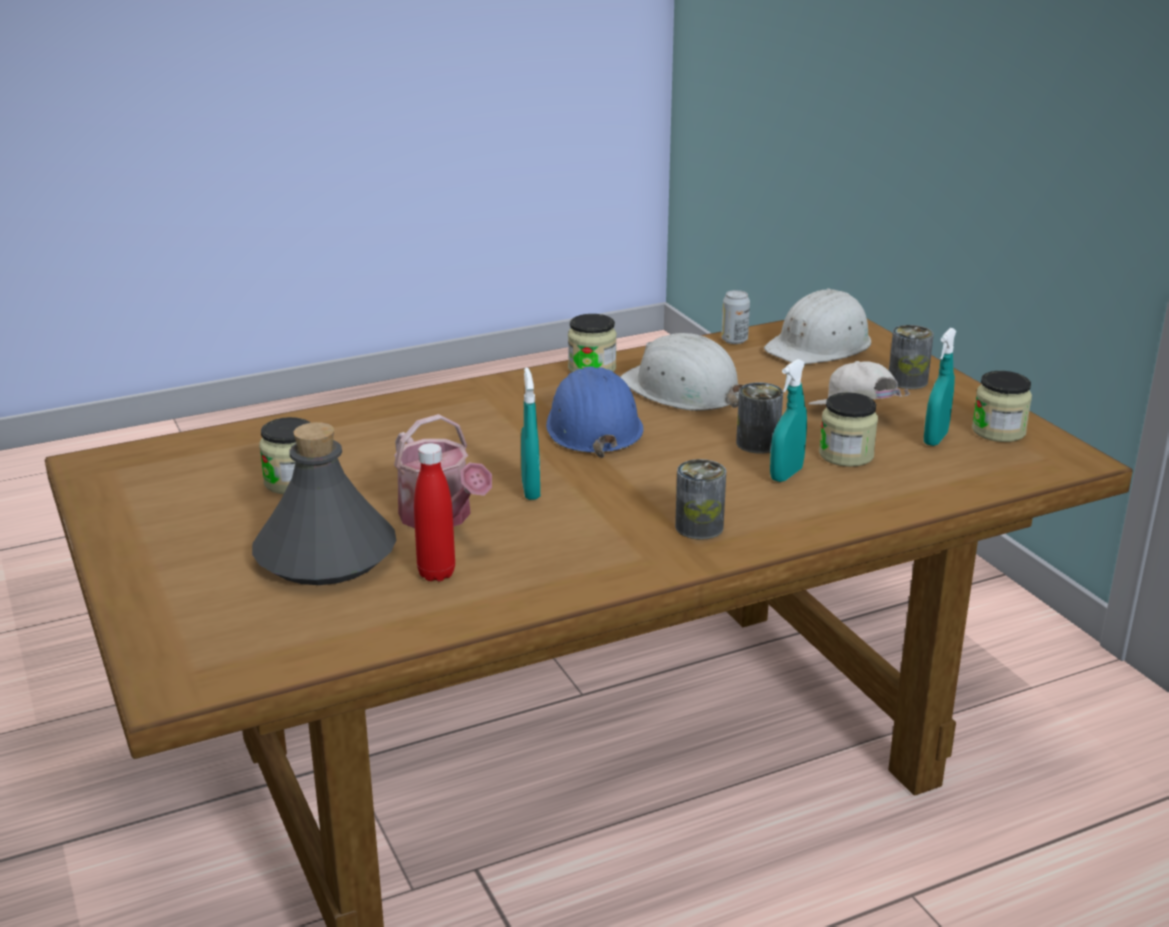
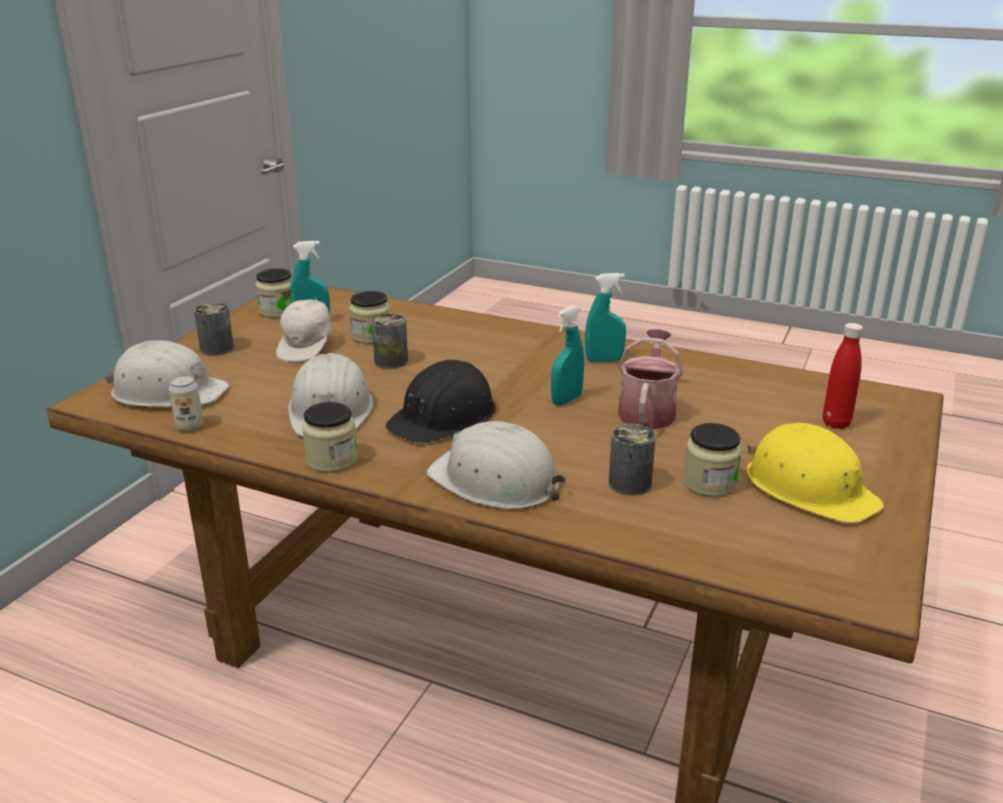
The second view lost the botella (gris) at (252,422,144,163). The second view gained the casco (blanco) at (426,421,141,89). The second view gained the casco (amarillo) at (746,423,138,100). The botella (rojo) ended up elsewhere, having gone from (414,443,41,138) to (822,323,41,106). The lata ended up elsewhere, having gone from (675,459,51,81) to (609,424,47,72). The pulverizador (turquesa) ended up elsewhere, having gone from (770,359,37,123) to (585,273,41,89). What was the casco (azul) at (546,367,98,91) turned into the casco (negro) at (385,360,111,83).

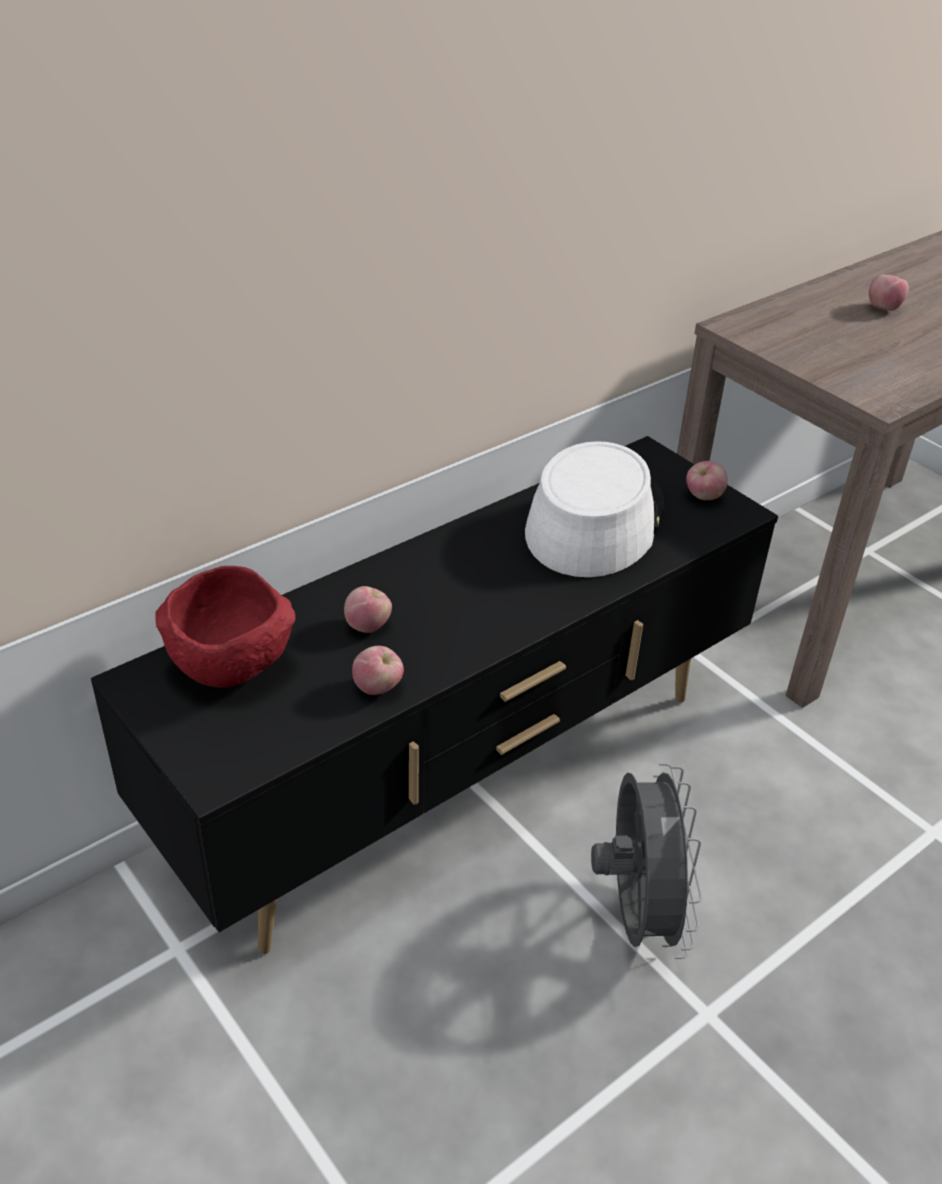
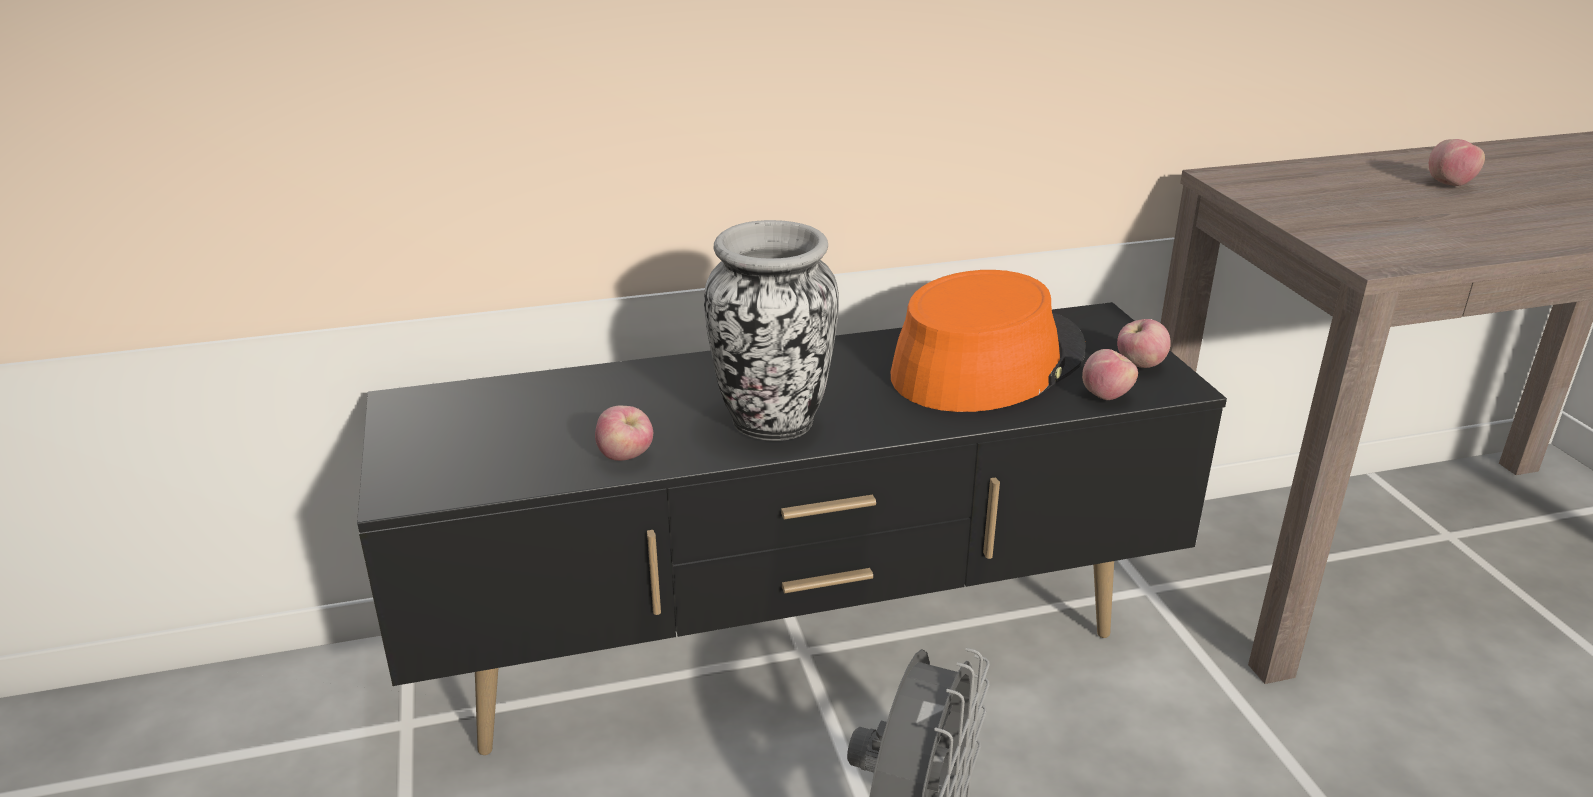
The second view lost the cuenco (rojo) at (155,566,141,122). The second view gained the florero at (704,220,135,221). The manzana ended up elsewhere, having gone from (344,586,48,47) to (1082,349,56,51). What was the sombrero (blanco) at (525,441,139,136) turned into the sombrero (naranja) at (891,270,195,142).

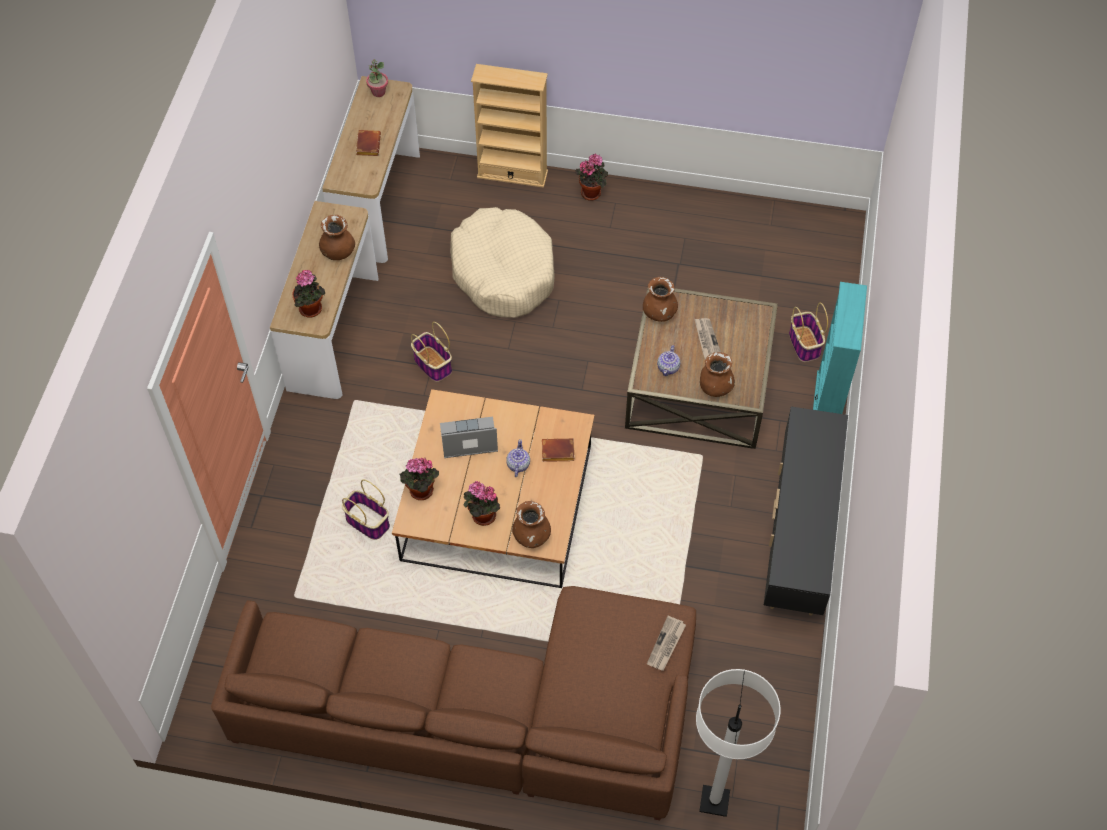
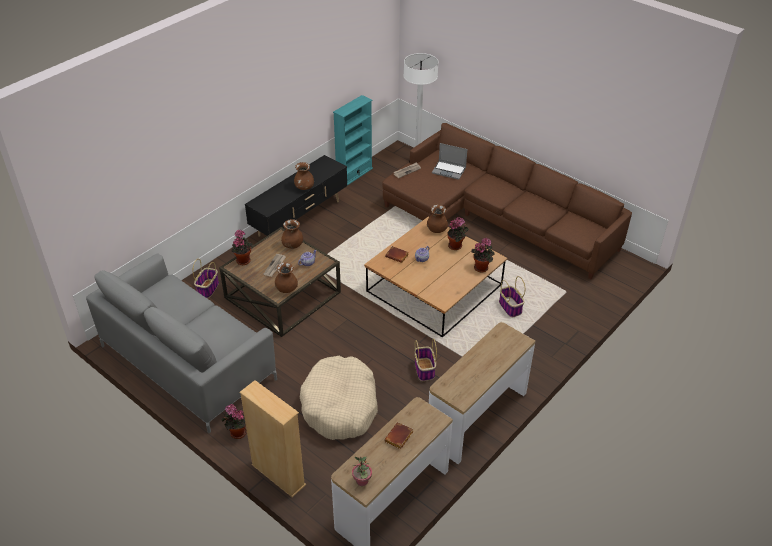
The second view gained the sofá (gris) at (86,253,191,180). The planta en maceta ended up elsewhere, having gone from (292,270,33,48) to (231,230,22,35). The florero (marrón) ended up elsewhere, having gone from (319,215,36,45) to (294,162,20,28). The portátil ended up elsewhere, having gone from (440,417,58,41) to (432,143,35,37). The estantería (turquesa) ended up elsewhere, having gone from (813,282,54,132) to (333,95,40,90).

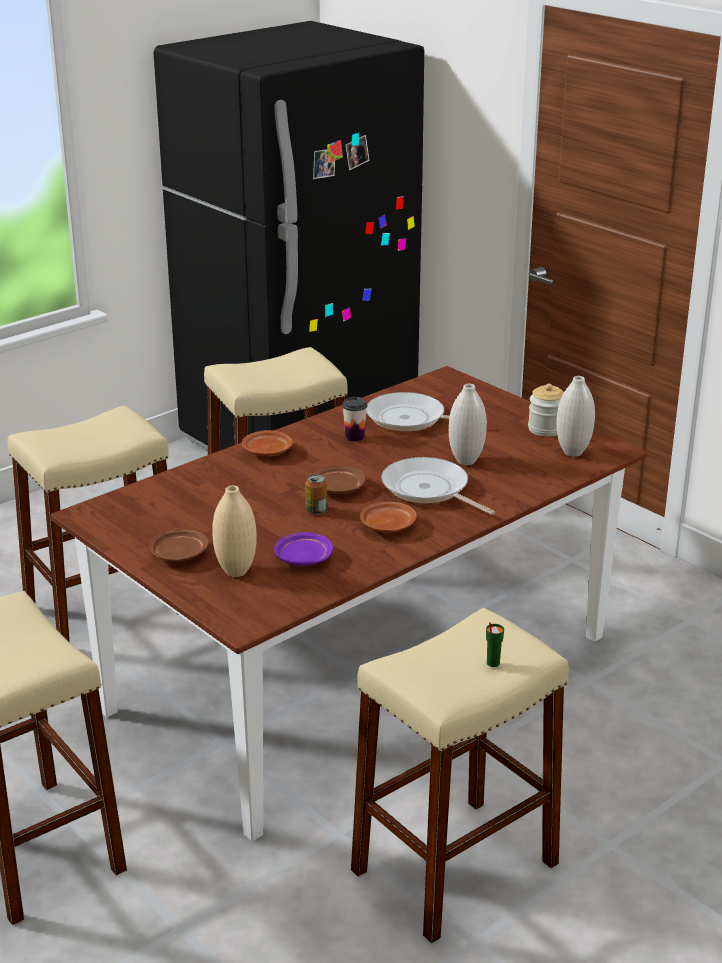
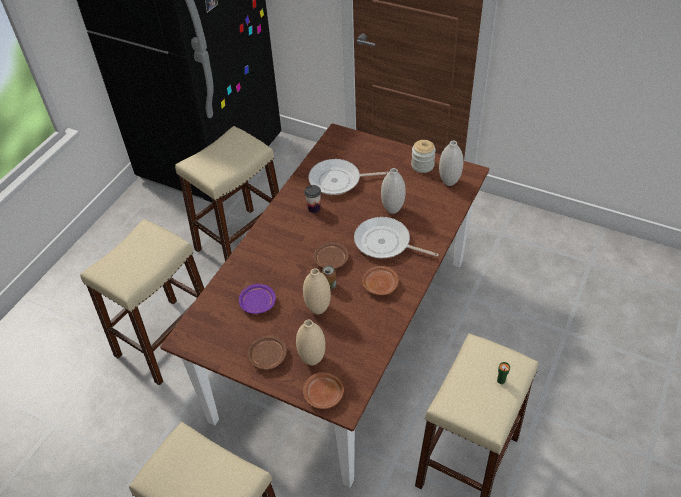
The second view gained the florero (beis) at (303,268,28,46). The plato (marrón) ended up elsewhere, having gone from (242,430,51,27) to (303,372,41,37). The plato (morado) ended up elsewhere, having gone from (274,532,59,34) to (239,284,37,30).

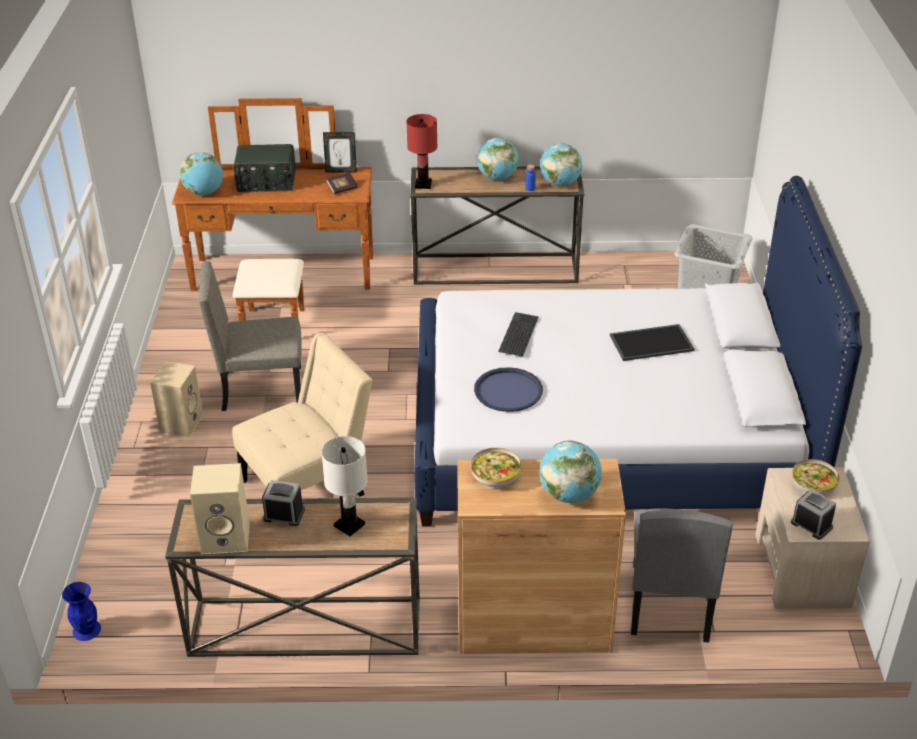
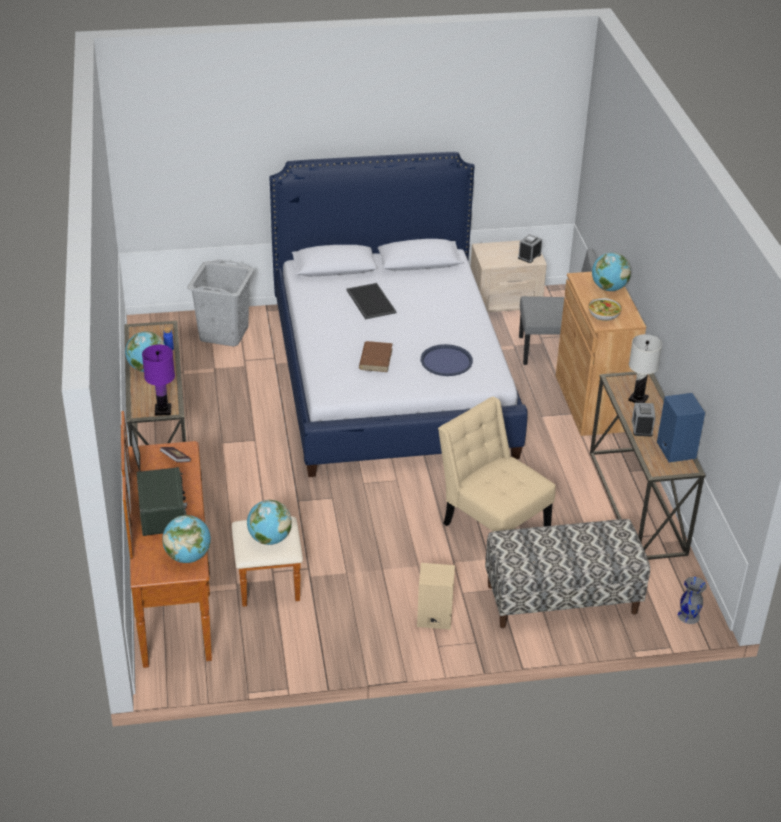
The second view lost the silla (beis) at (199,261,103,150). The second view lost the cuenco at (792,459,47,36). The second view gained the banco at (485,519,165,109). The globo terráqueo ended up elsewhere, having gone from (540,143,42,43) to (247,500,45,45). Where the teclado stood at (498,312,40,45), the libro (marrón) came to stand at (359,341,34,31). What was the florero (azul) at (62,582,39,59) turned into the florero (gris) at (678,577,29,47). What was the altavoz (beis) at (190,463,60,91) turned into the altavoz (azul) at (657,393,48,69). What was the lámpara de mesa (rojo) at (406,114,32,75) turned into the lámpara de mesa (morado) at (142,345,33,71).

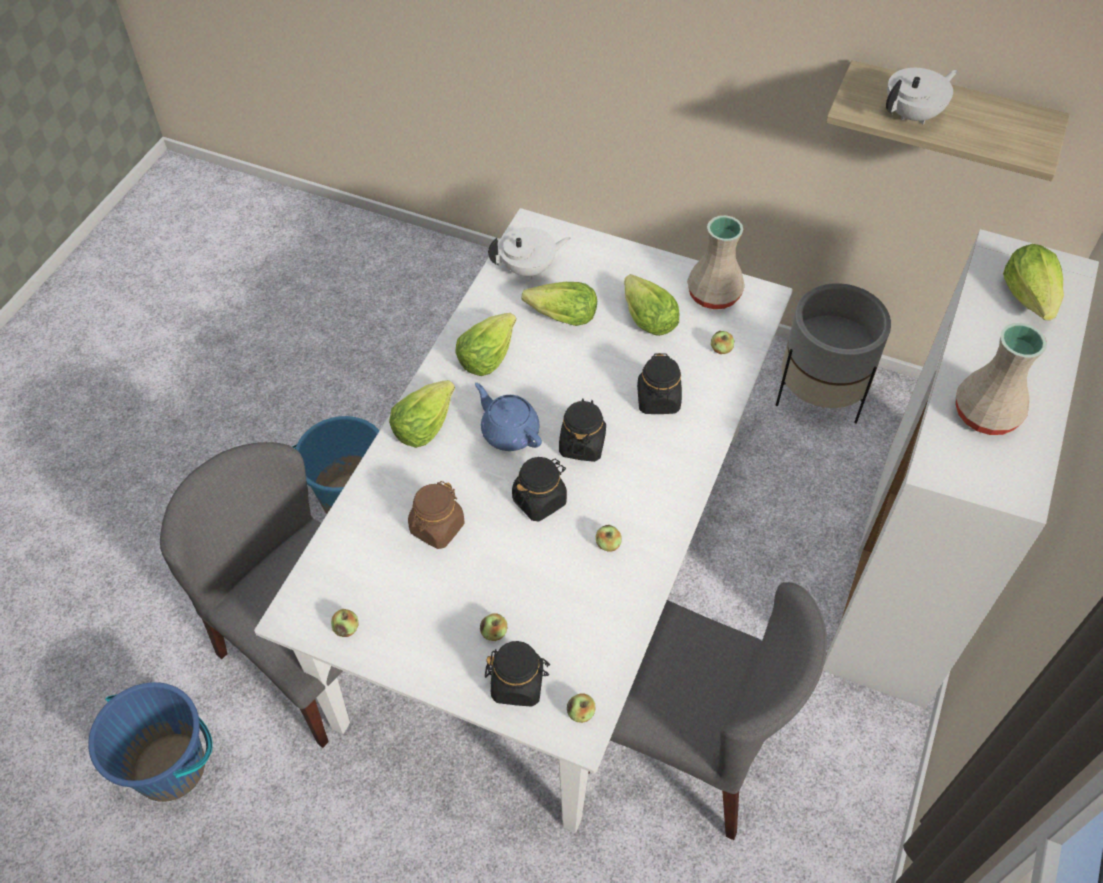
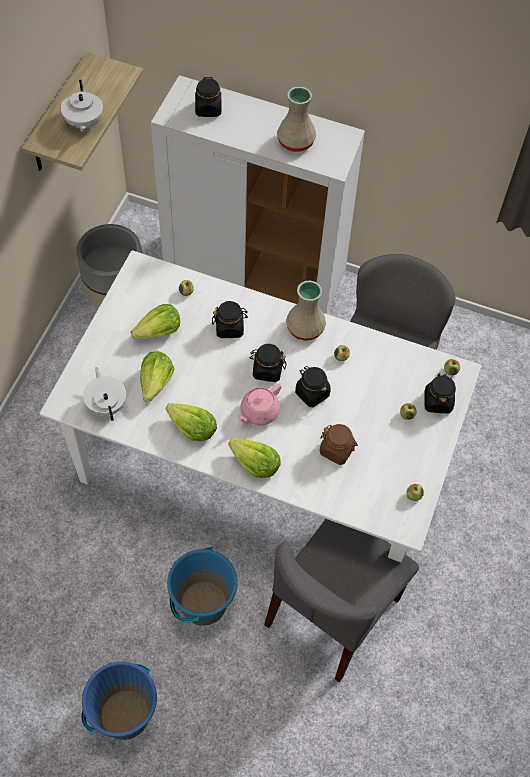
The cubo (azul) ended up elsewhere, having gone from (88,682,125,120) to (81,661,76,79). The florero (beis) ended up elsewhere, having gone from (687,215,58,94) to (286,281,40,60). Where the lechuga stood at (1003,244,61,76), the tarro (negro) came to stand at (195,77,27,40). What was the tetera (azul) at (475,383,67,68) turned into the tetera (rosa) at (236,384,46,42). The tetera (blanco) at (886,68,72,56) ended up facing another way, 150 degrees counterclockwise from before.

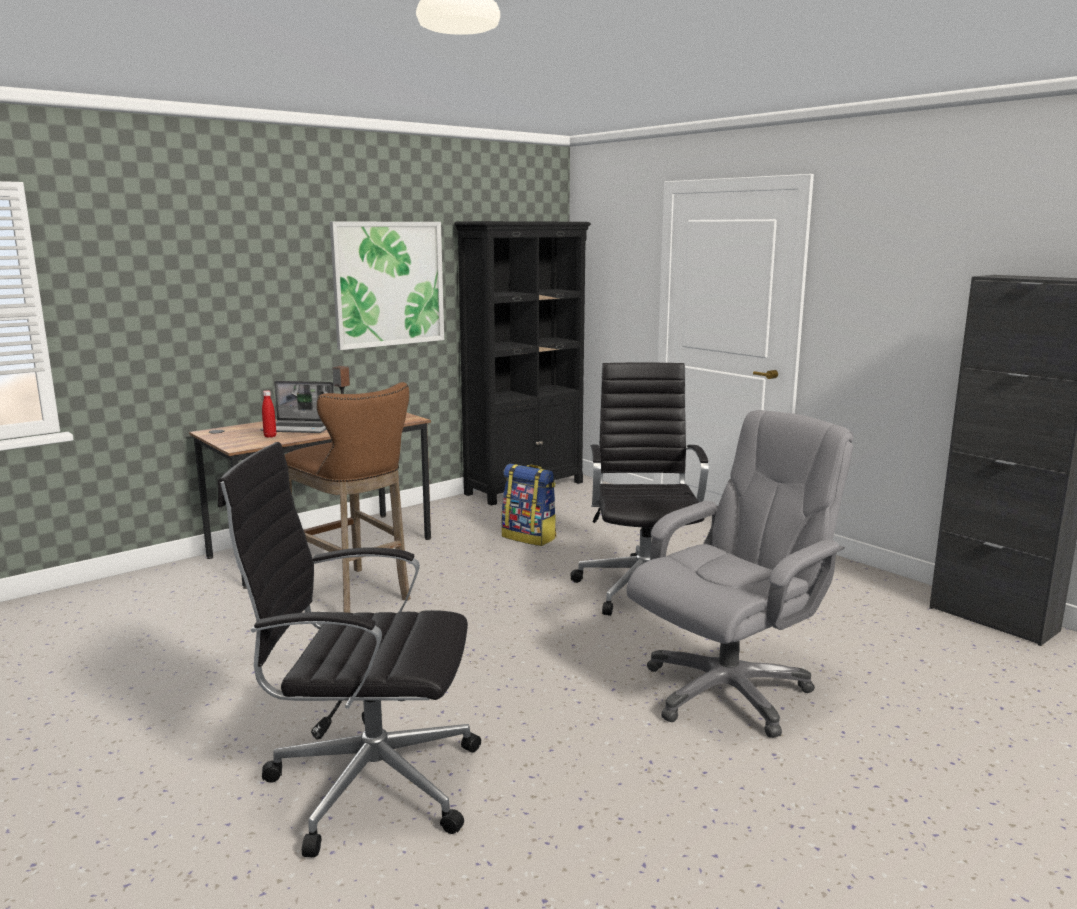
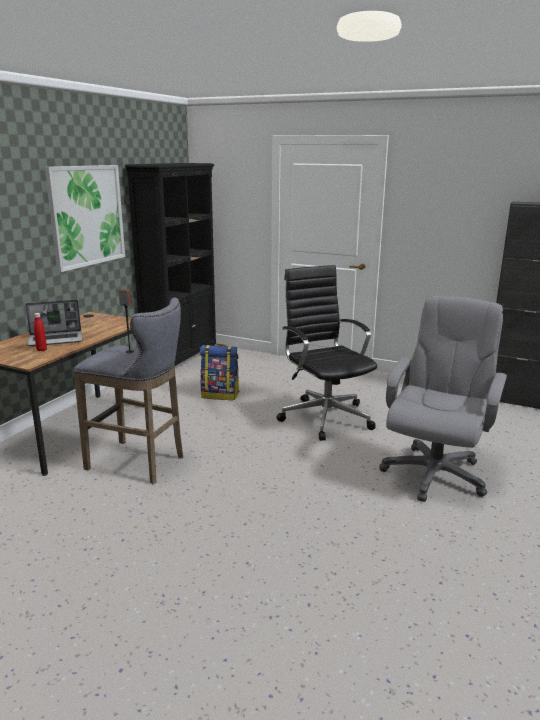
The second view lost the silla de oficina (negro) at (218,442,263,415). What was the taburete (marrón) at (285,382,125,231) turned into the taburete (gris) at (74,297,109,187).

